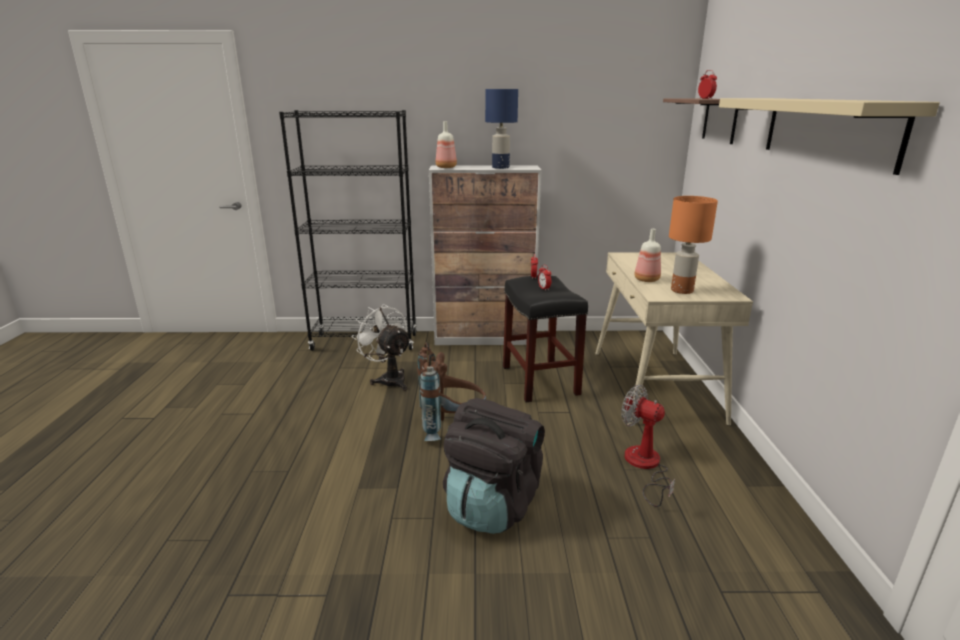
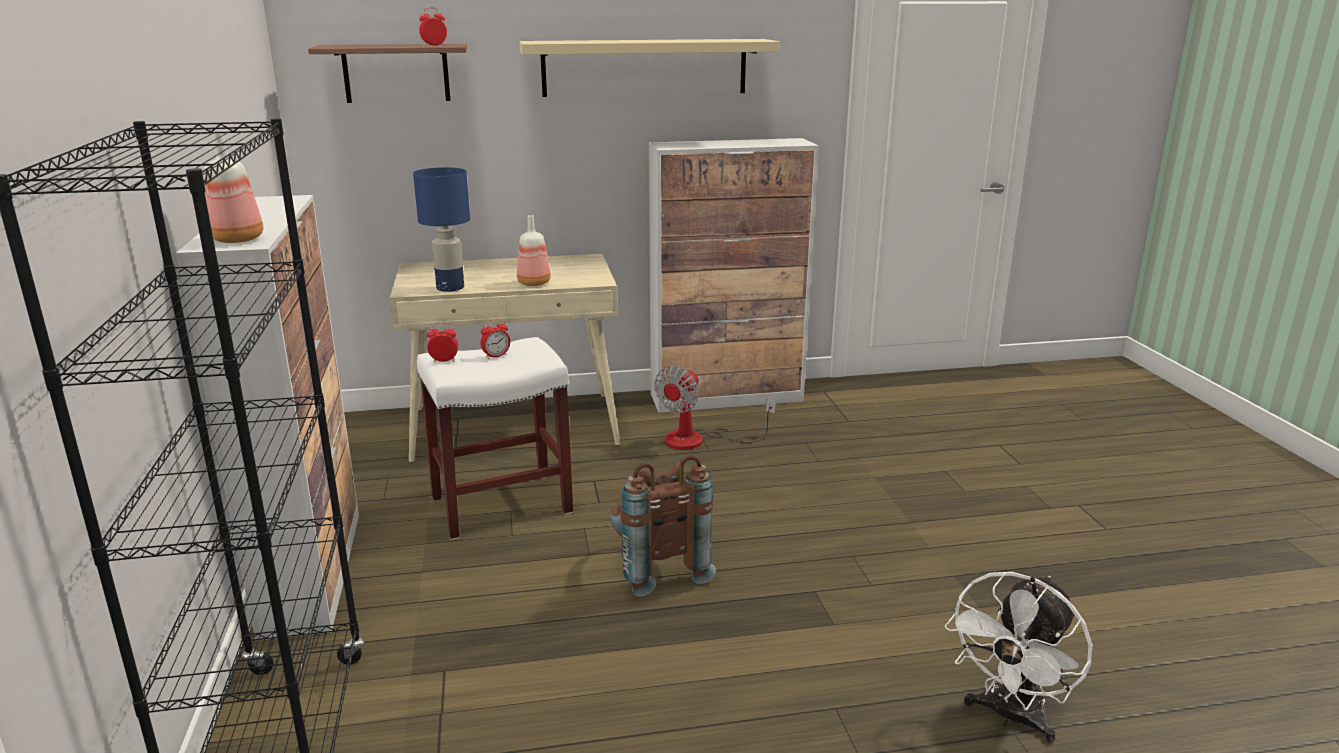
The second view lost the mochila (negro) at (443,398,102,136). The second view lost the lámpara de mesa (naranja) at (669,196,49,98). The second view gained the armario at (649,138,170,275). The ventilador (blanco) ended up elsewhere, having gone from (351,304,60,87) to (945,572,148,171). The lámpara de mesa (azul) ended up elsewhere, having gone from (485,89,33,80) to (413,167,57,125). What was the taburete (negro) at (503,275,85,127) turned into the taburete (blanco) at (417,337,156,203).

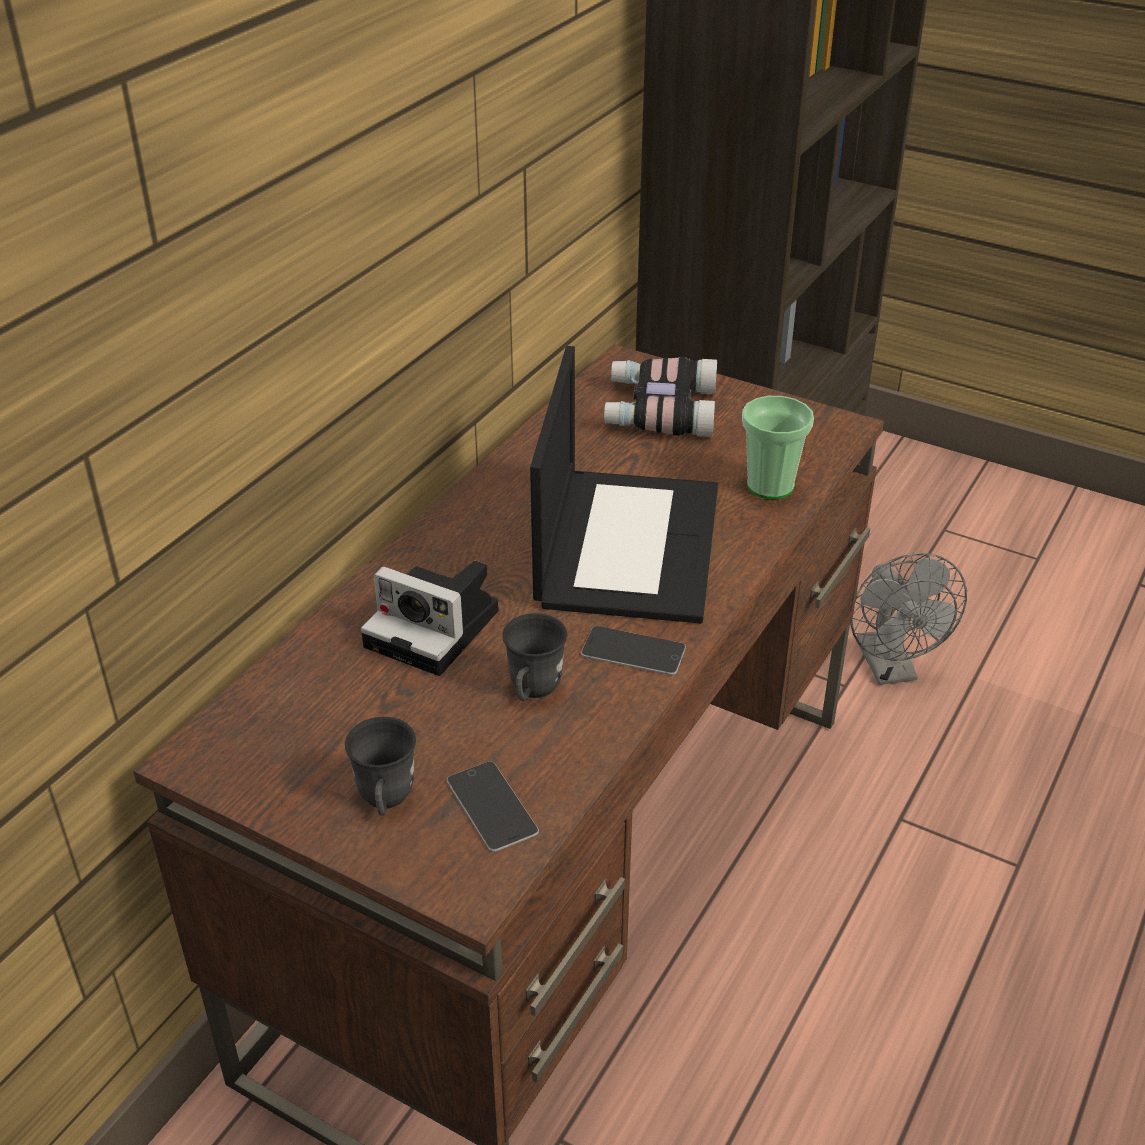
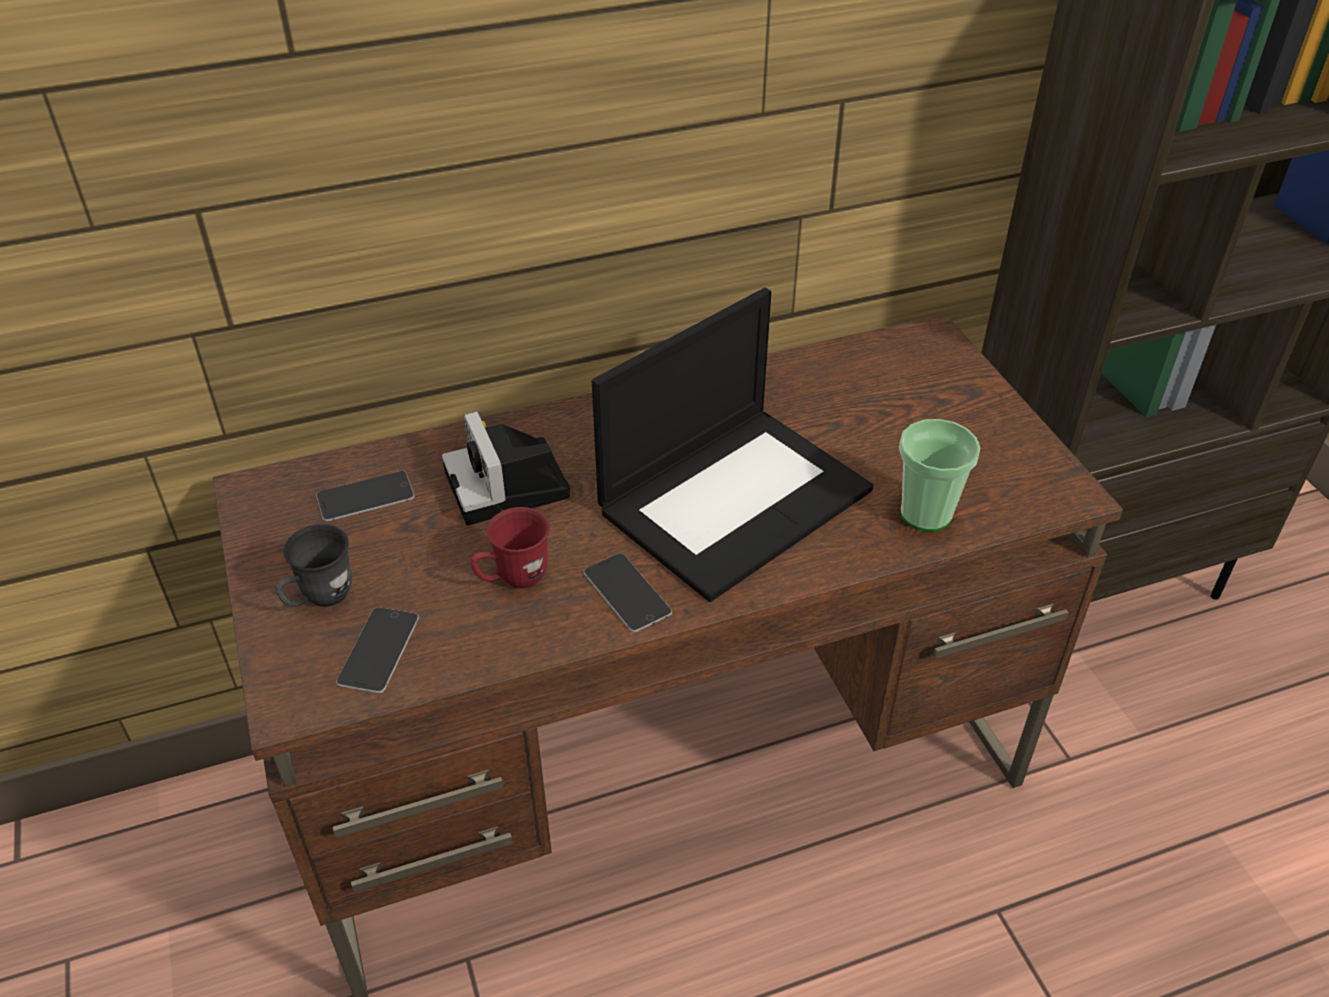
The second view lost the prismáticos at (604,357,113,80). The second view lost the ventilador (gris) at (850,553,117,132). The second view gained the móvil at (316,471,99,51). What was the taza grande (gris) at (502,613,65,88) turned into the taza grande (rojo) at (471,507,79,81).

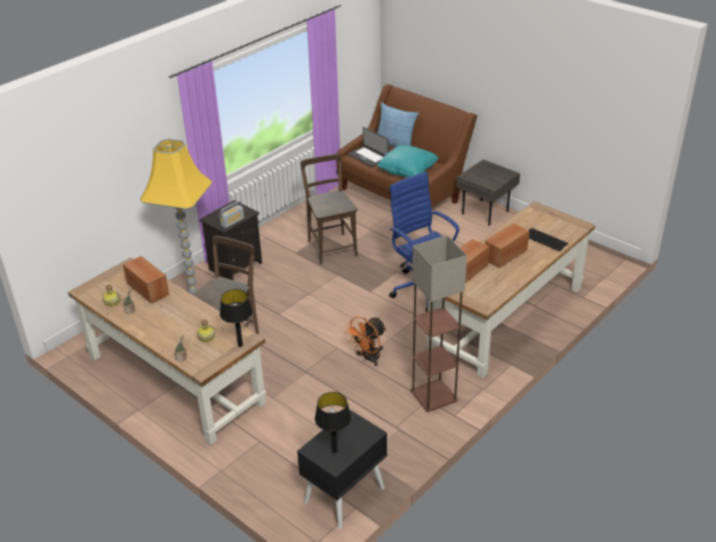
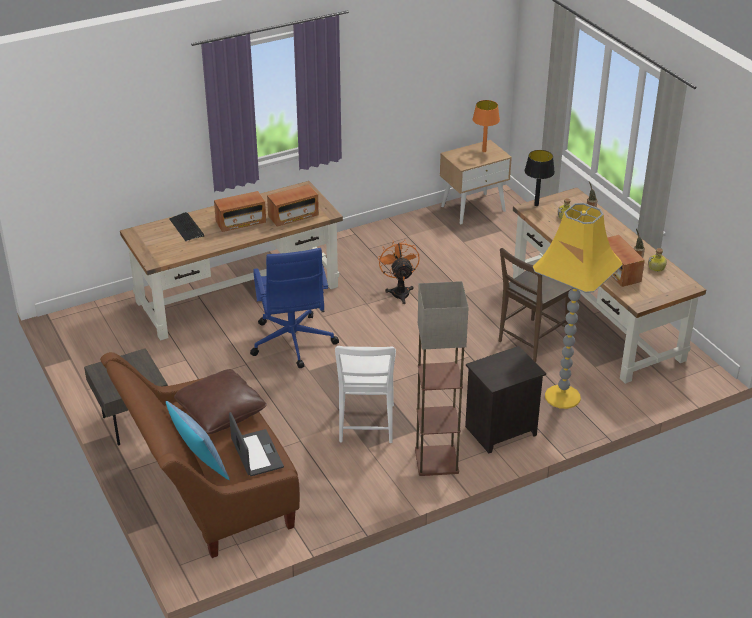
The second view lost the radio at (219,201,25,27). The lámpara de pie ended up elsewhere, having gone from (411,235,56,177) to (415,281,54,195). What was the mesita de noche (negro) at (297,409,90,120) turned into the mesita de noche (beis) at (440,140,72,84). What was the silla (marrón) at (301,153,57,111) turned into the silla (blanco) at (335,346,61,97). What was the lámpara de mesa (negro) at (315,392,36,61) turned into the lámpara de mesa (naranja) at (472,100,28,52). What was the cojín (turquesa) at (377,145,61,33) turned into the cojín (marrón) at (174,369,93,65). The ventilador (naranja) at (344,317,42,49) ended up facing another way, 75 degrees counterclockwise from before.

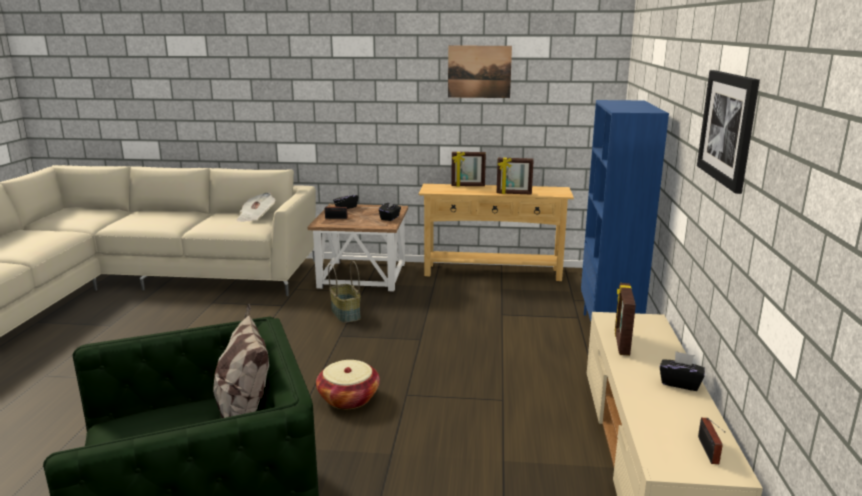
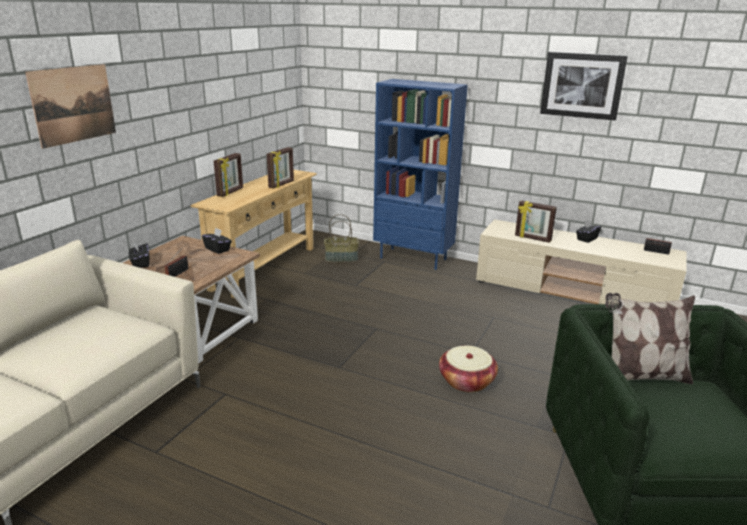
The second view lost the periódico at (236,192,39,30). The cesta ended up elsewhere, having gone from (328,261,33,62) to (324,214,35,48). The cuadro ended up elsewhere, having gone from (448,46,64,52) to (25,64,91,85).

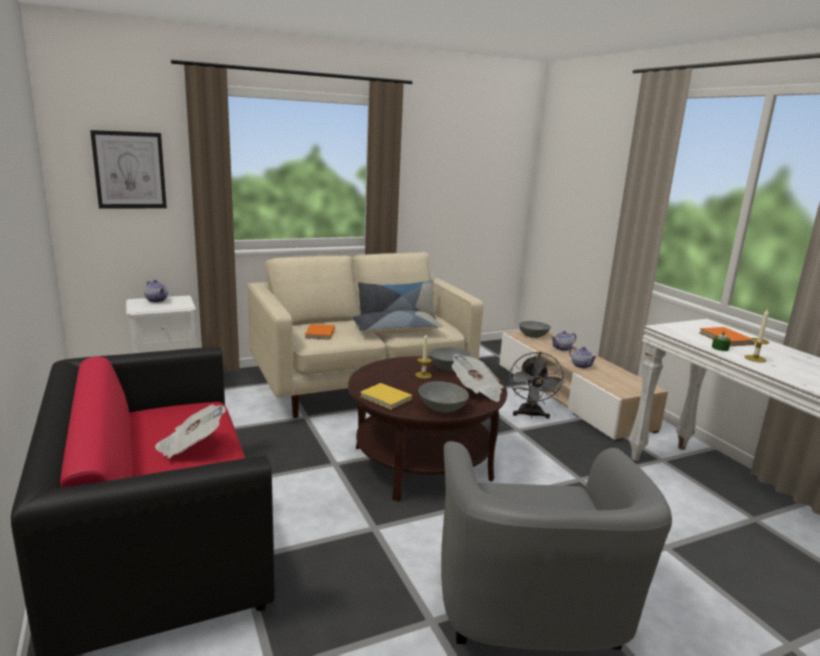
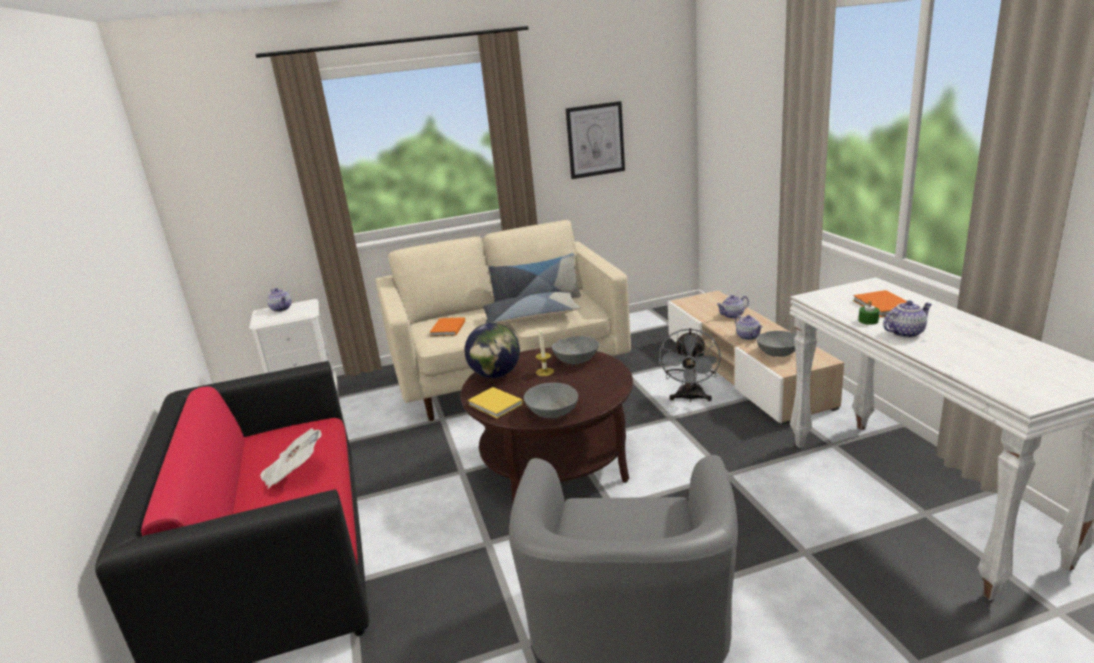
The second view lost the periódico at (452,354,52,48). The second view gained the globo terráqueo at (465,323,55,55). The cuadro ended up elsewhere, having gone from (90,130,77,79) to (566,101,59,78). The cuenco (gris) ended up elsewhere, having gone from (519,321,32,17) to (756,331,40,26). Where the vela stood at (745,308,24,55), the tetera came to stand at (883,300,49,38).

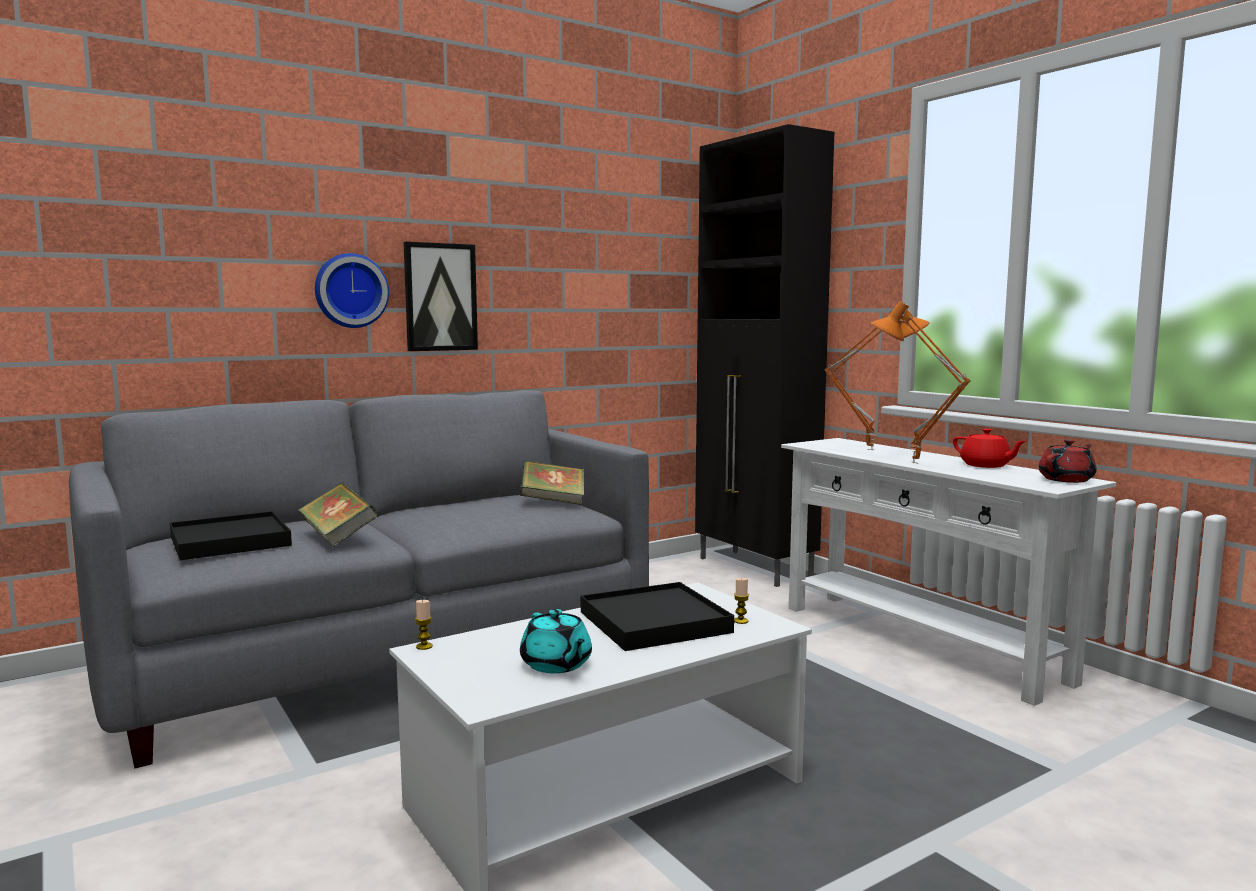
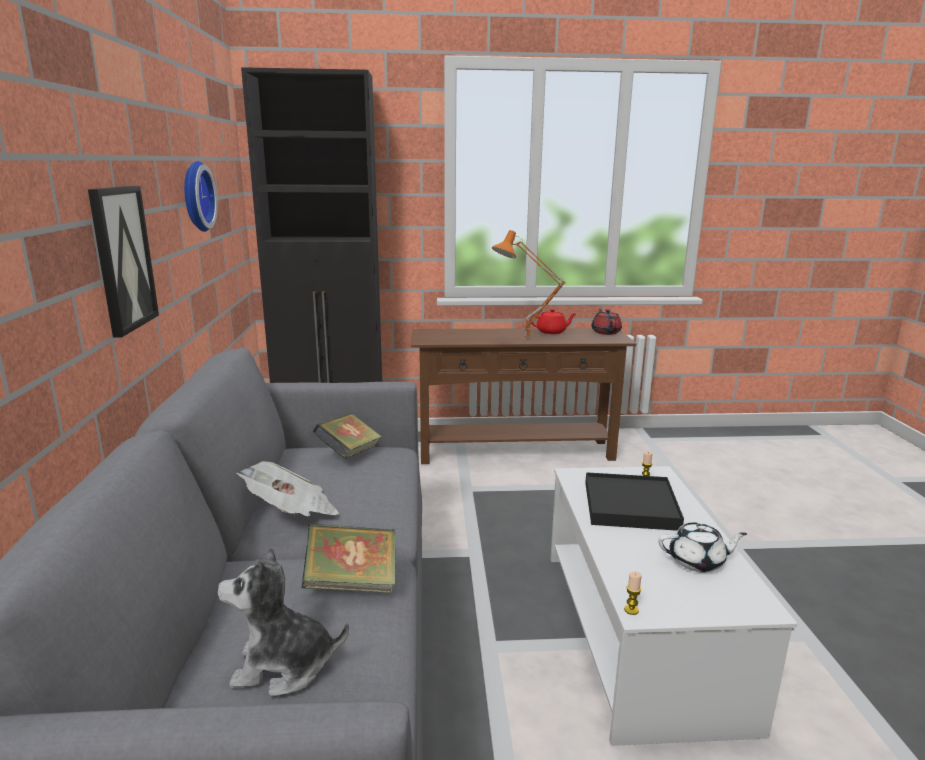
The second view lost the lámpara de mesa (naranja) at (824,302,106,148). The second view gained the periódico at (237,461,102,55). The reloj de pared ended up elsewhere, having gone from (315,253,74,75) to (184,161,34,71). Where the bandeja (negro) stood at (170,511,122,49), the peluche came to stand at (218,547,131,150). What was the tetera (turquesa) at (520,609,72,64) turned into the tetera (blanco) at (658,523,89,50). What was the mesa consola (blanco) at (781,438,336,268) turned into the mesa consola (marrón) at (412,328,224,136).

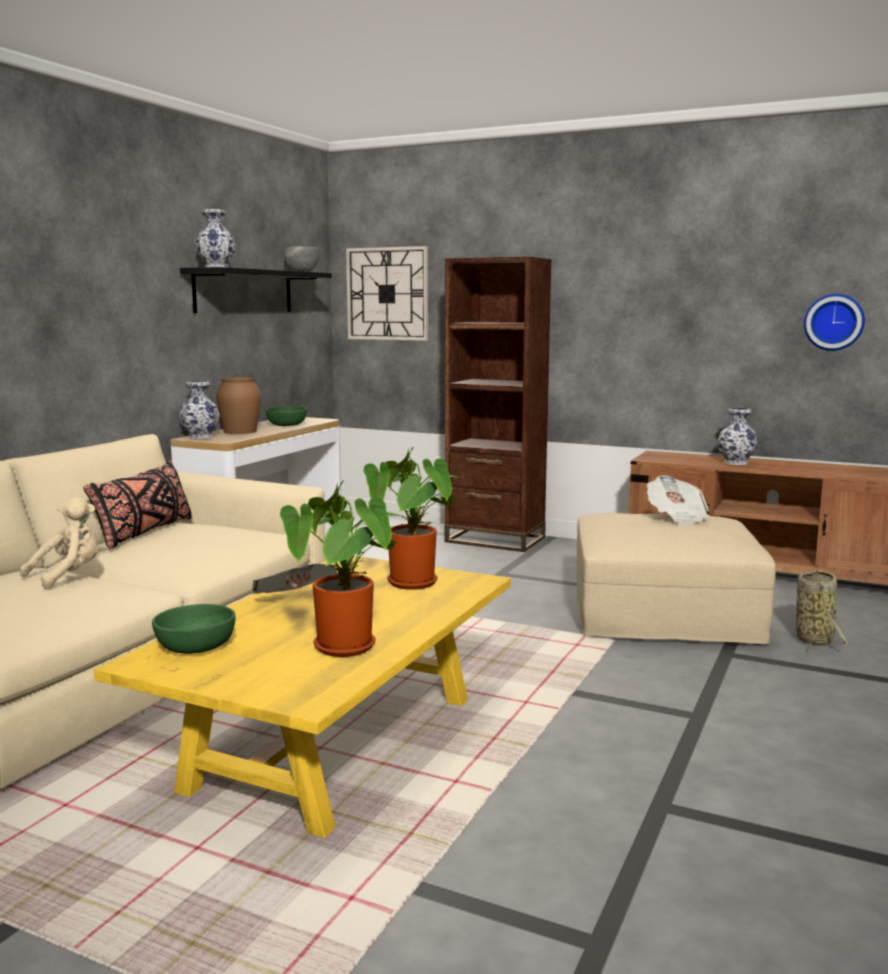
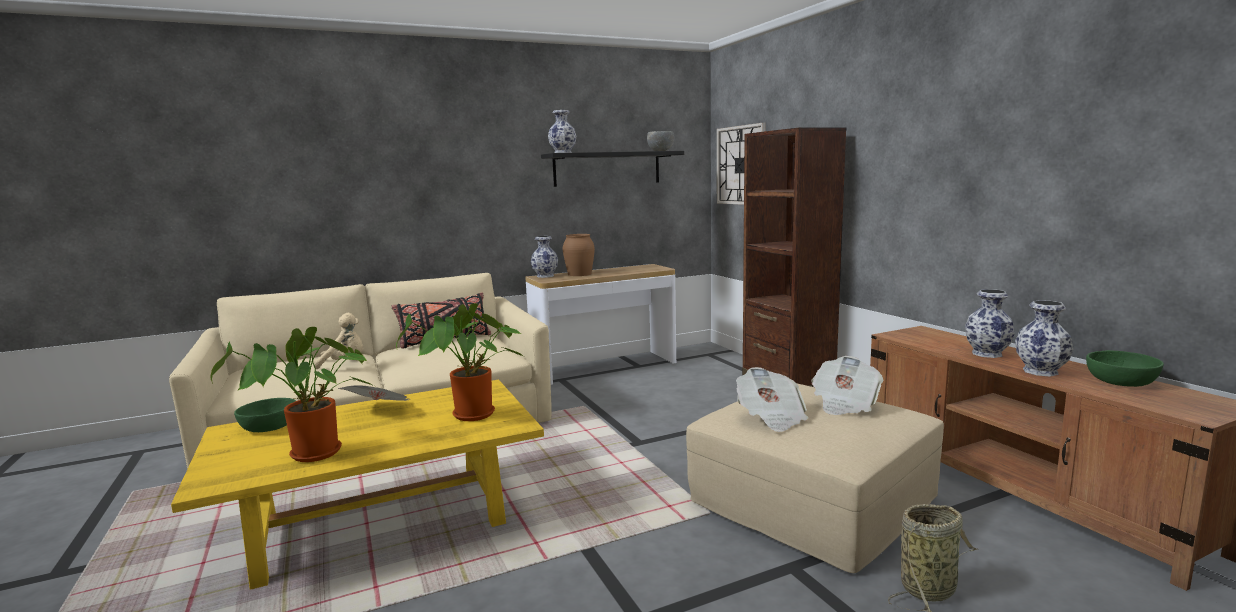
The second view lost the reloj de pared at (804,294,61,57). The second view gained the periódico at (736,367,72,65). The second view gained the florero at (1015,300,58,77). The cuenco (verde) ended up elsewhere, having gone from (266,406,41,20) to (1086,350,78,37).

